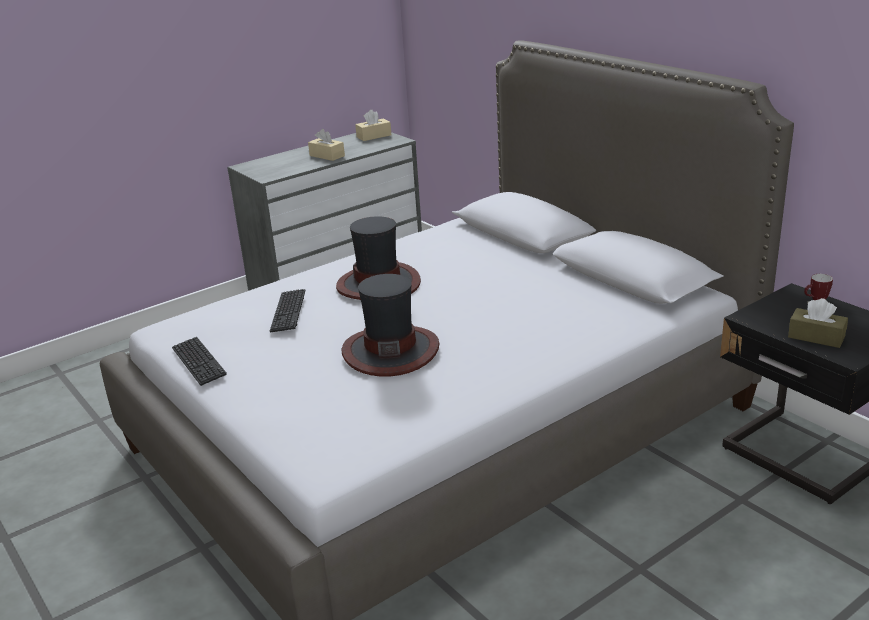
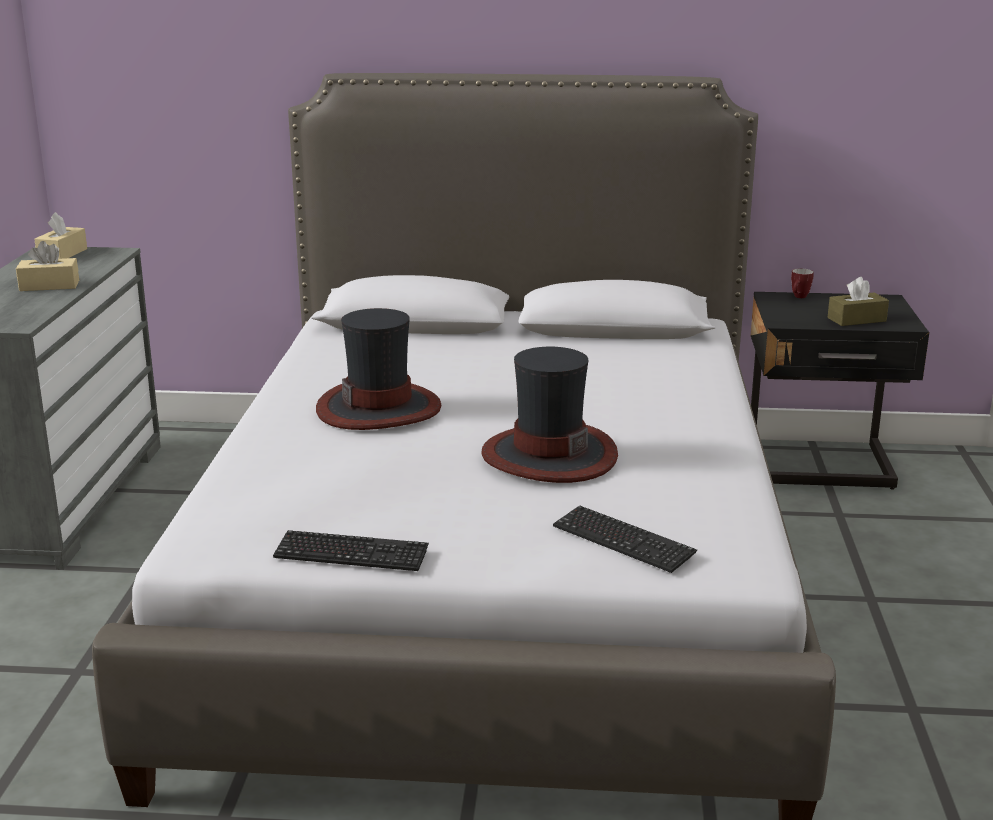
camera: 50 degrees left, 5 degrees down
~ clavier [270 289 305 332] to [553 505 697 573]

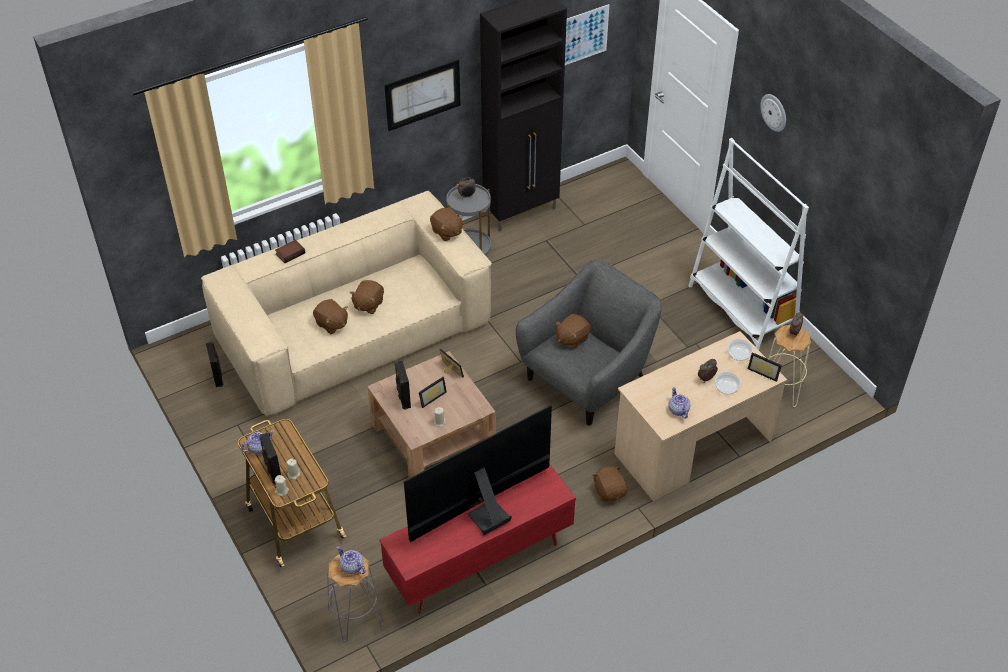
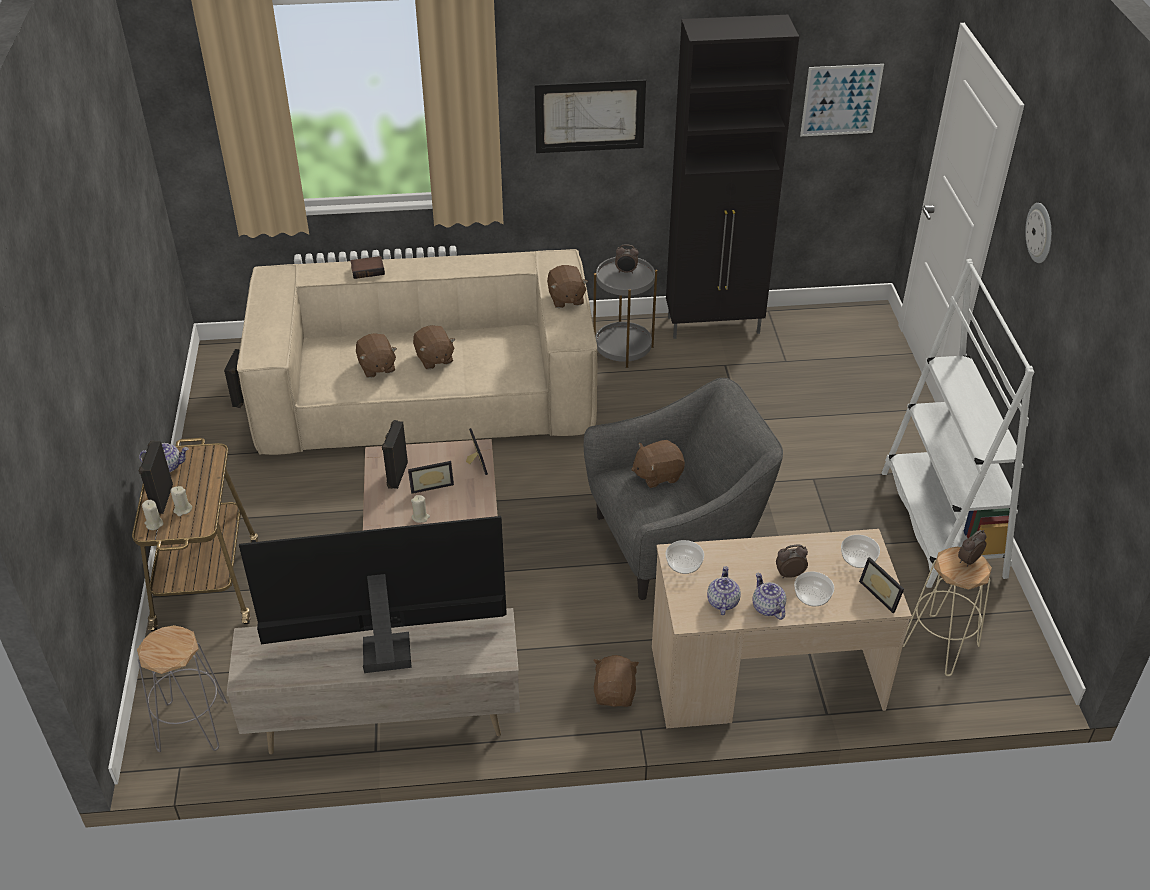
camera: 25 degrees right, 5 degrees down
~ peluche [marron] [350 280 384 314] = [413 325 455 369] 75 degrees counterclockwise
~ meuble télé [rouge] [379 464 576 613] to meuble télé [beige] [227 608 520 754]
~ théière [337 546 366 574] to [752 573 786 620]
+ bol [666 540 704 574]

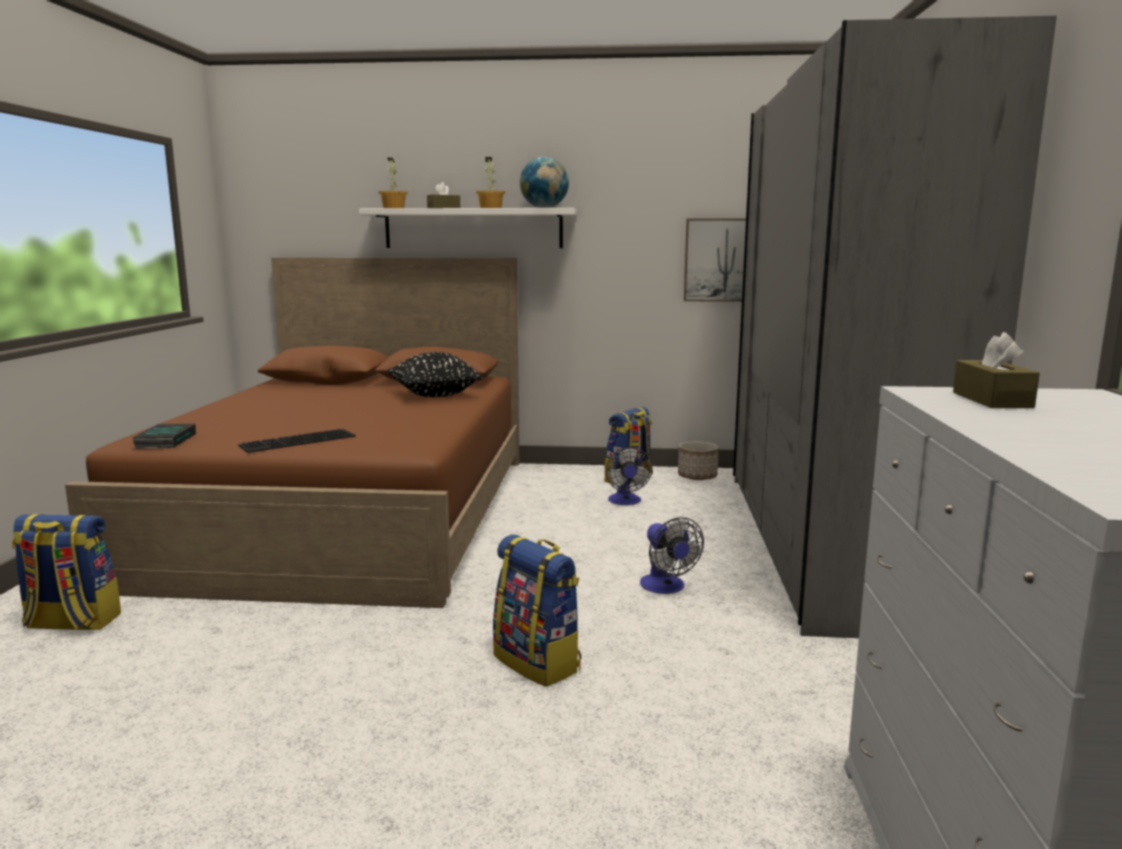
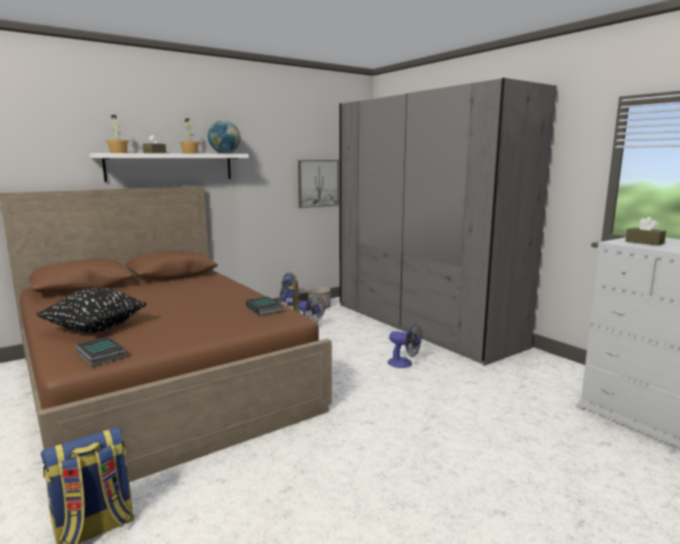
camera: 40 degrees left, 0 degrees up
~ coussin [noir] [388 352 483 397] to [36 288 147 333]
- clavier [238 429 356 453]
- sac à dos [493 535 581 687]
+ livre [246 297 283 316]

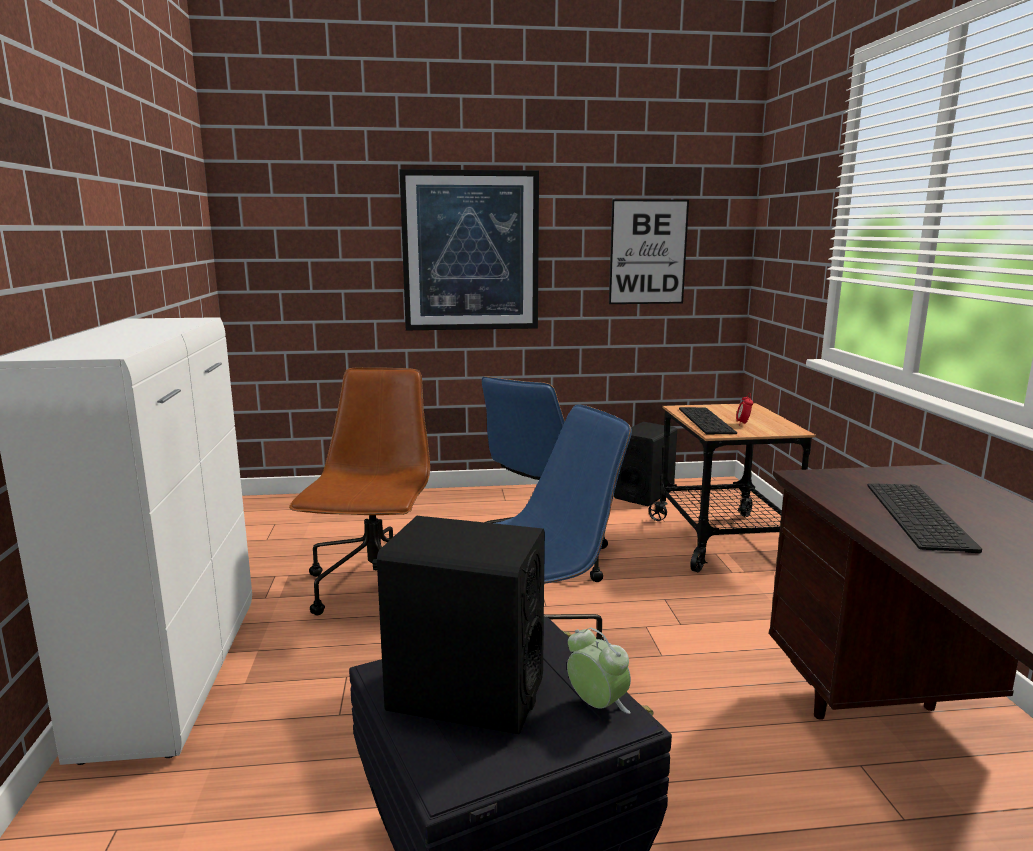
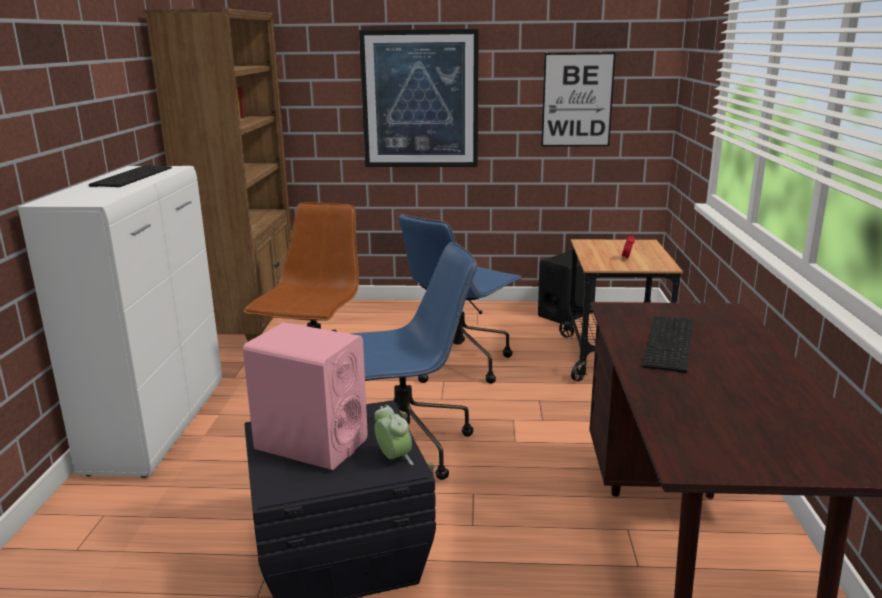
camera: 10 degrees right, 5 degrees up
~ clavier [679 407 737 435] to [89 165 172 187]
~ enceinte [noir] [372 516 545 734] to enceinte [rose] [243 322 368 470]
+ bibliothèque [marron] [144 8 291 342]

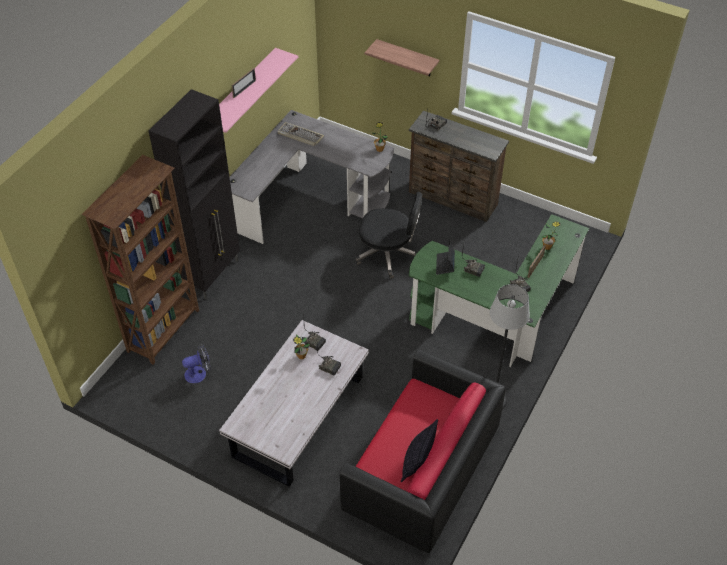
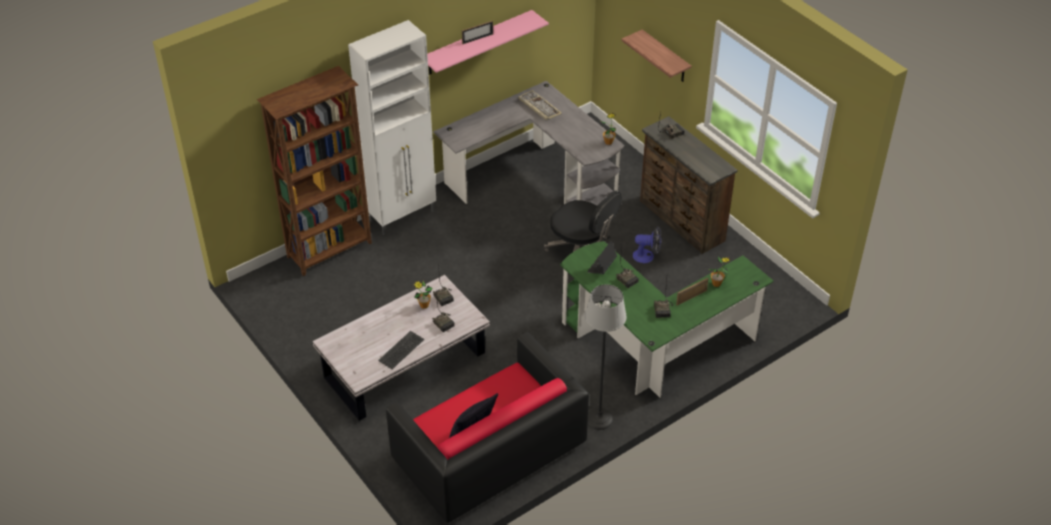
camera: 25 degrees right, 5 degrees down
~ meuble de rangement [noir] [148 89 240 299] to meuble de rangement [blanc] [348 20 436 235]
~ ventilateur [182 344 211 383] to [633 227 662 263]
+ clavier [378 331 424 369]

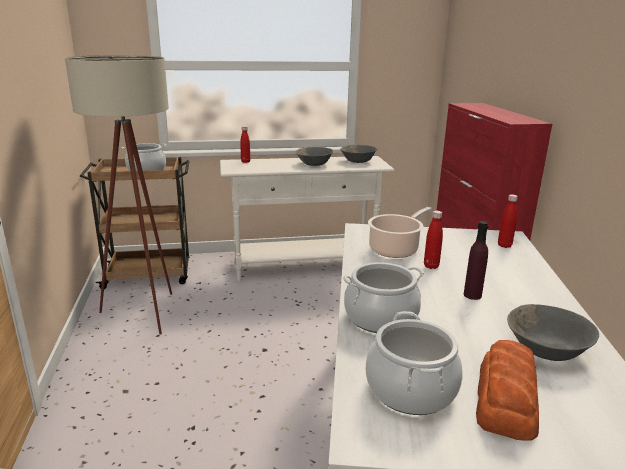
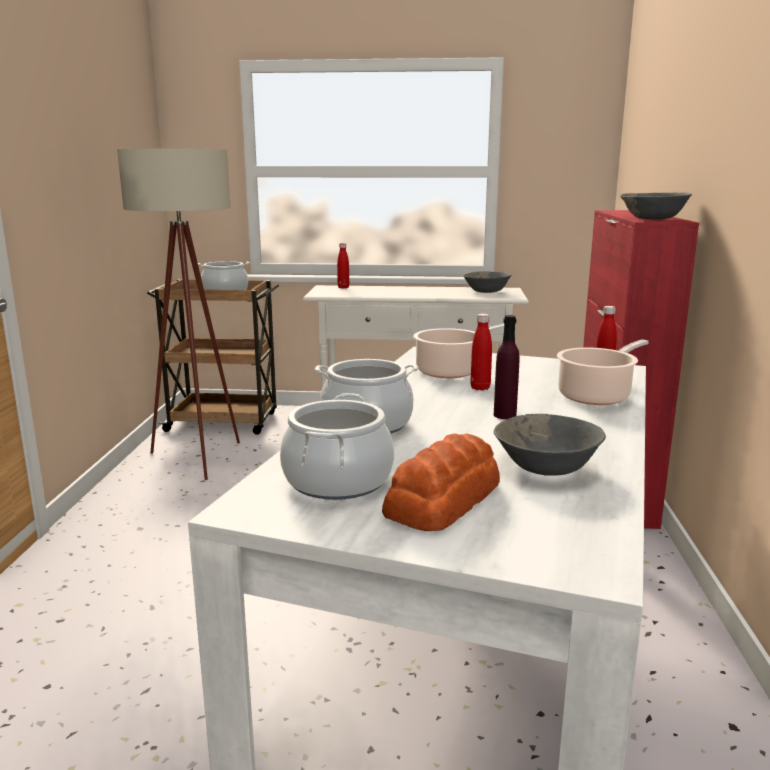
camera: 15 degrees right, 5 degrees down
~ bol [gris] [296 147 333 166] to [620 193 692 219]
+ marmite [557 339 649 405]

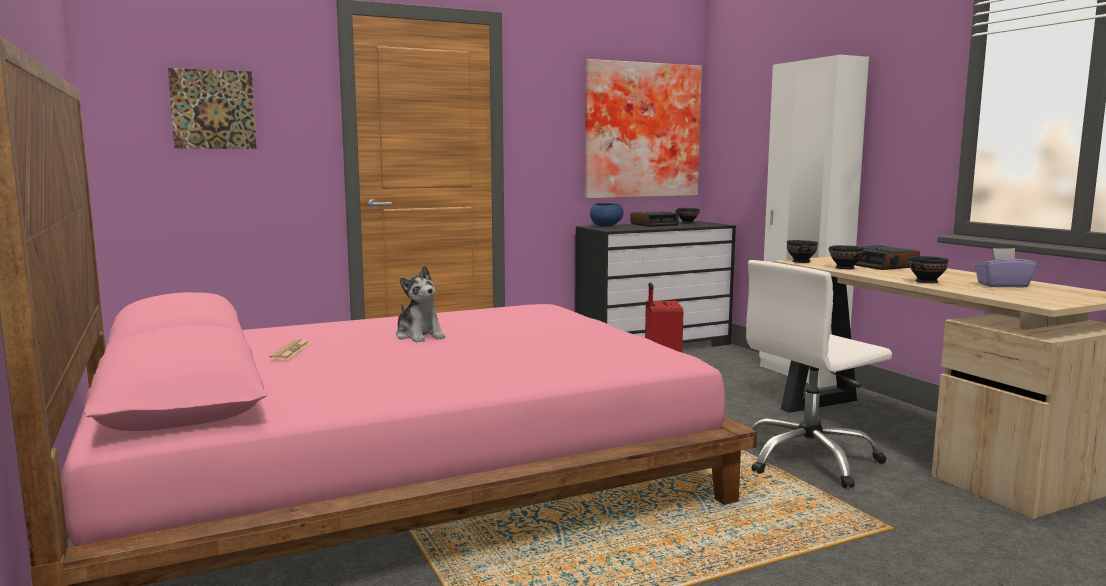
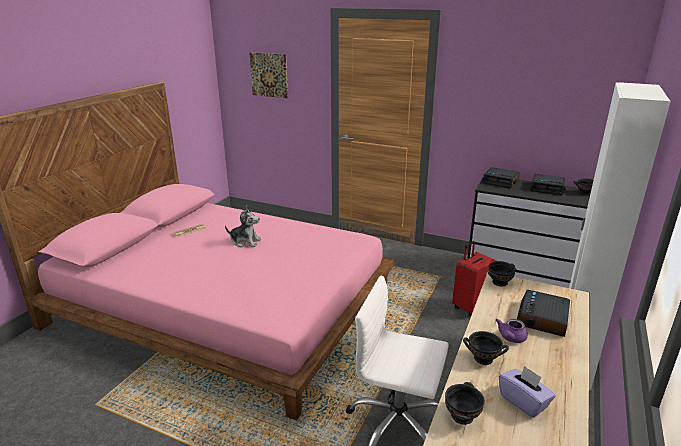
camera: 50 degrees right, 15 degrees up
- tableau [585 59 702 198]
~ bol [bleu] [590 203 623 227] to réveil [482 167 520 188]
~ bol [noir] [828 245 866 269] to [445 382 485 425]
~ peluche [396 265 446 342] = [225 205 261 247] 90 degrees counterclockwise
+ théière [violet] [496 319 528 343]

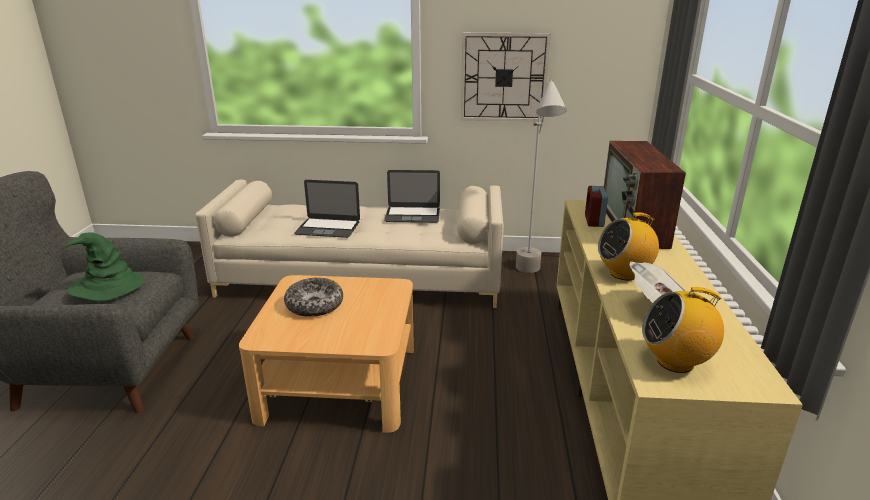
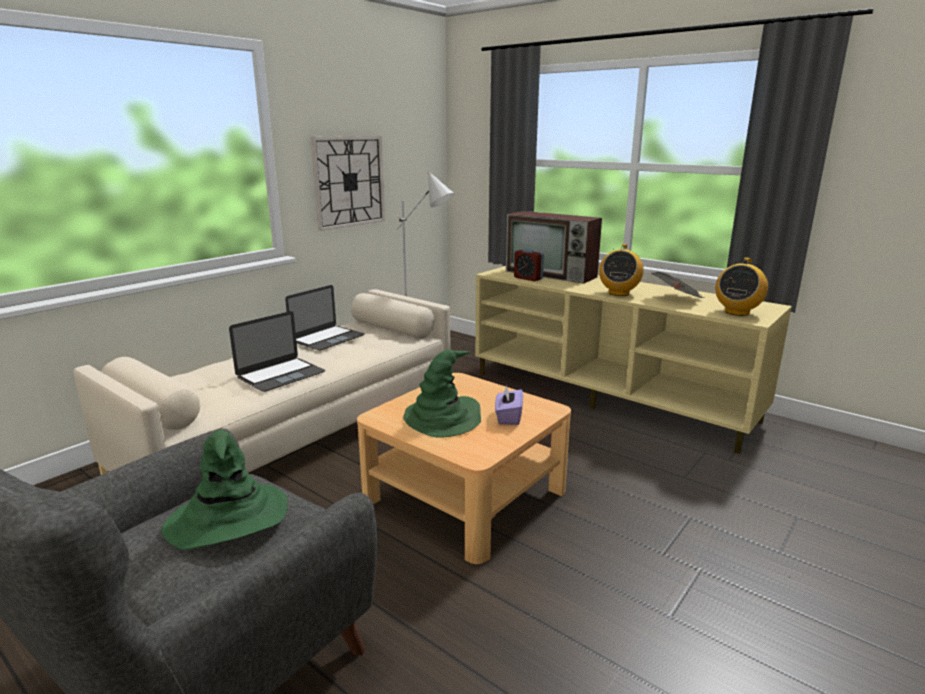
camera: 55 degrees left, 5 degrees down
~ bol [284 278 343 317] to chapeau [vert] [403 349 481 438]
+ boîte à mouchoirs [violet] [495 385 523 425]

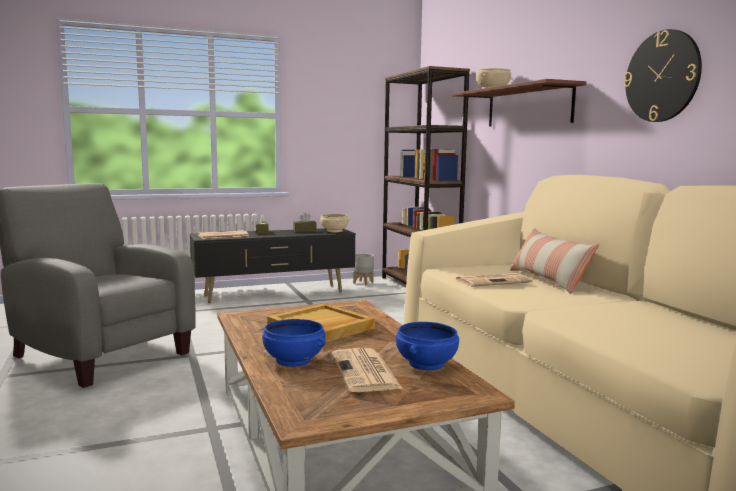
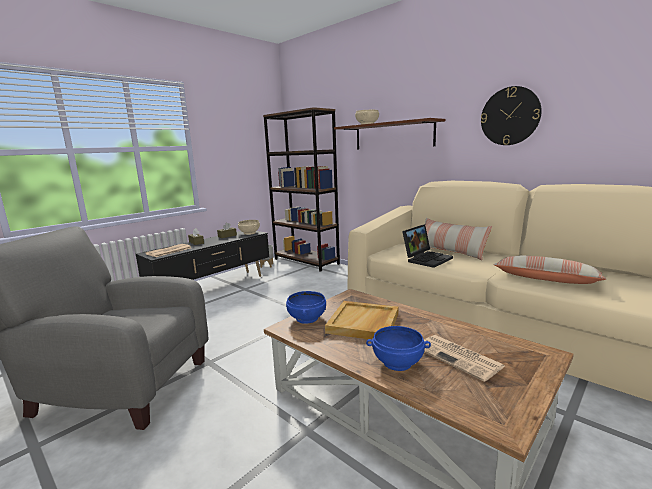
camera: 25 degrees left, 5 degrees up
~ journal [456 273 532 287] to ordinateur portable [402 224 453 268]
~ bol [bleu] [396 322 459 370] to [286 291 326 324]
+ coussin [493 255 606 284]

